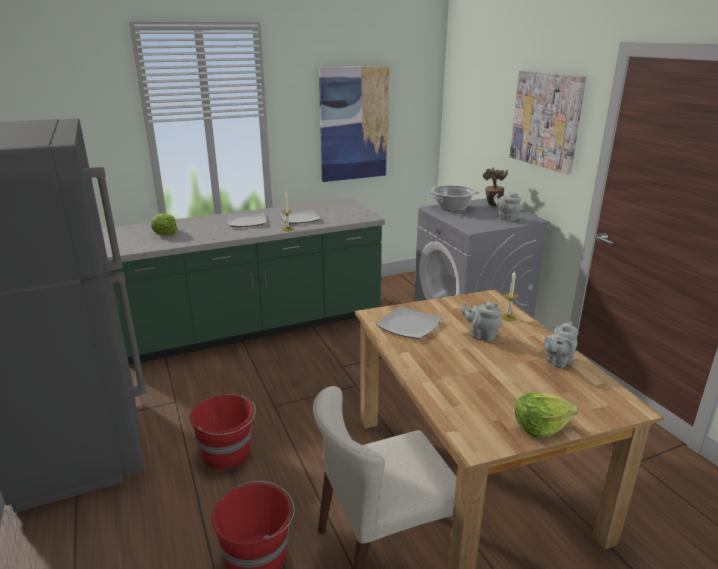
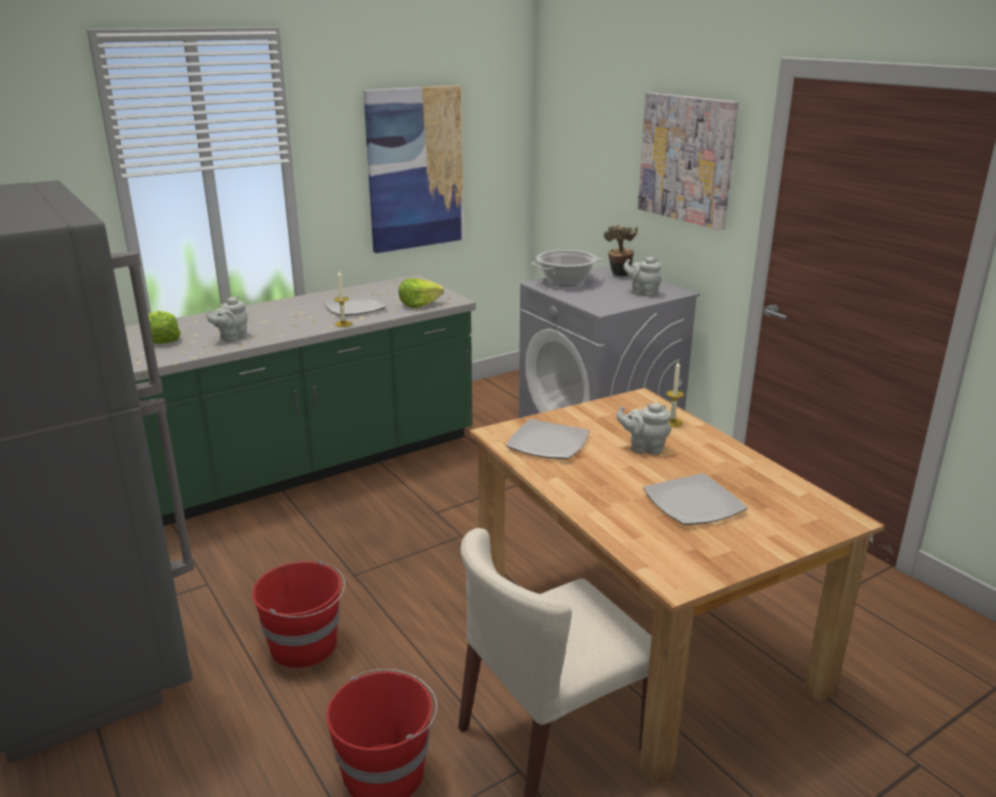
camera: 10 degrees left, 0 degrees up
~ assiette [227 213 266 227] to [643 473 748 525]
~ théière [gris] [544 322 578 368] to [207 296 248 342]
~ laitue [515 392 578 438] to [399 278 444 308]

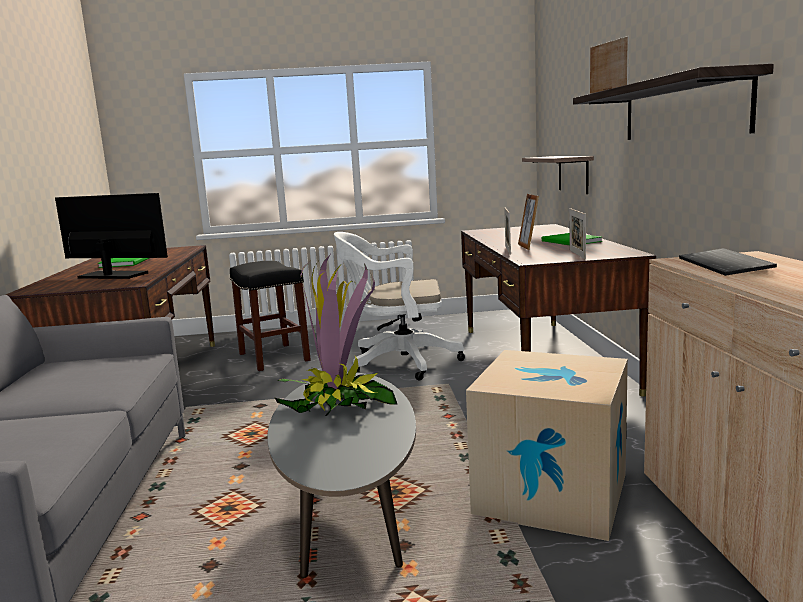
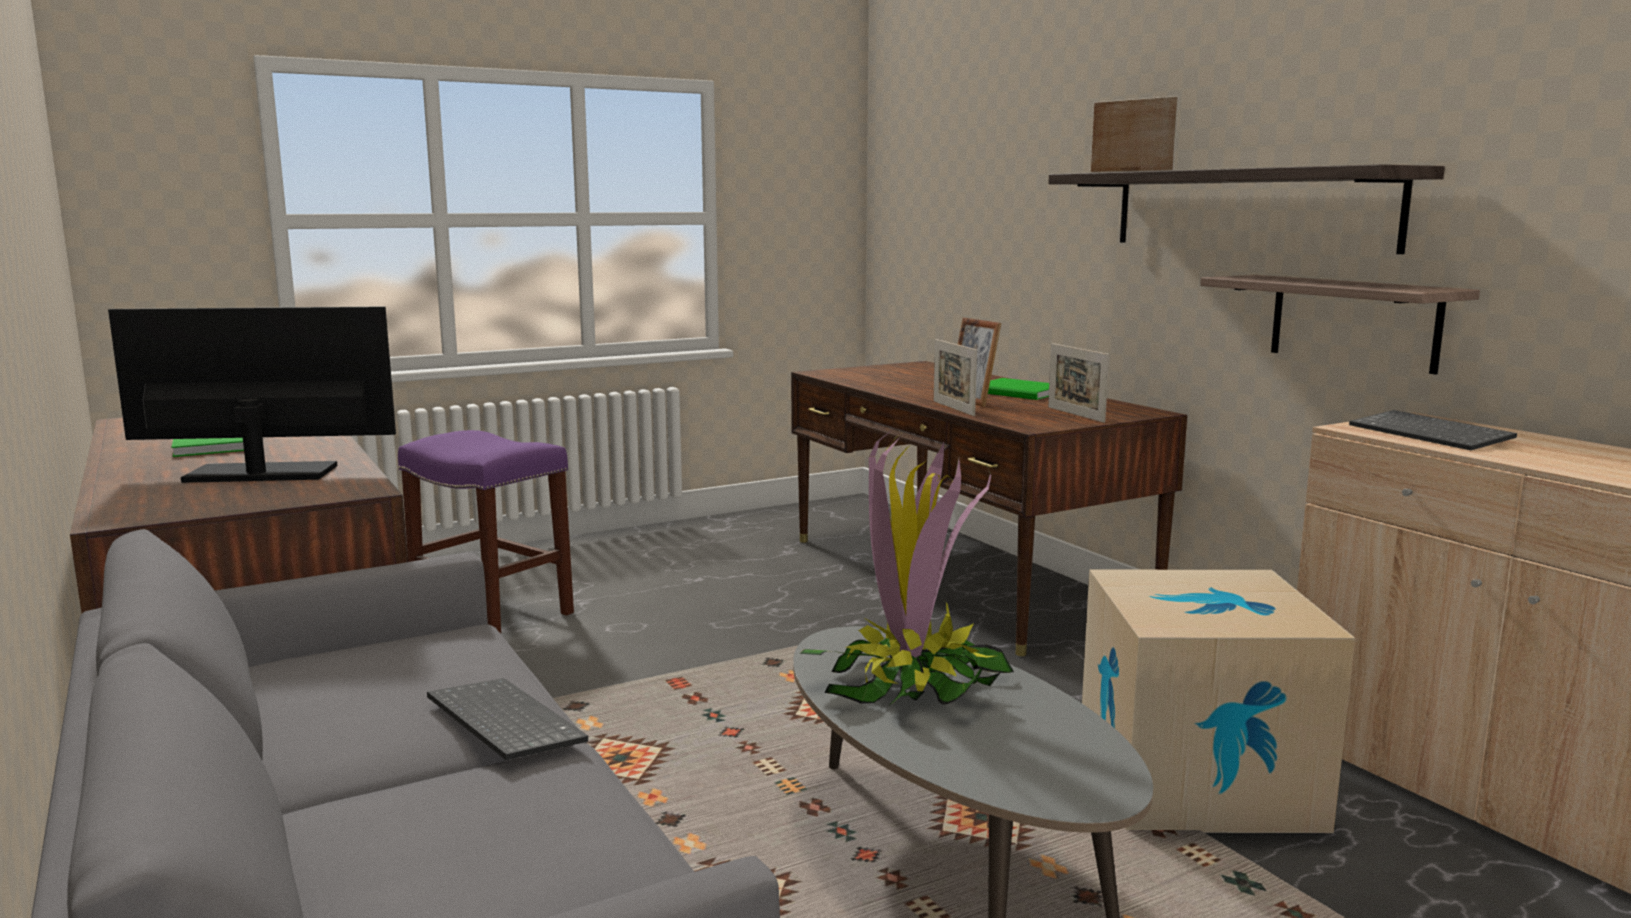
camera: 25 degrees left, 0 degrees up
~ étagère [522 156 594 194] to [1200 275 1480 375]
- chaise de bureau [blanc] [334 232 465 381]
~ tabouret [noir] [230 261 311 371] to tabouret [violet] [398 430 574 633]
+ clavier [427 678 588 760]

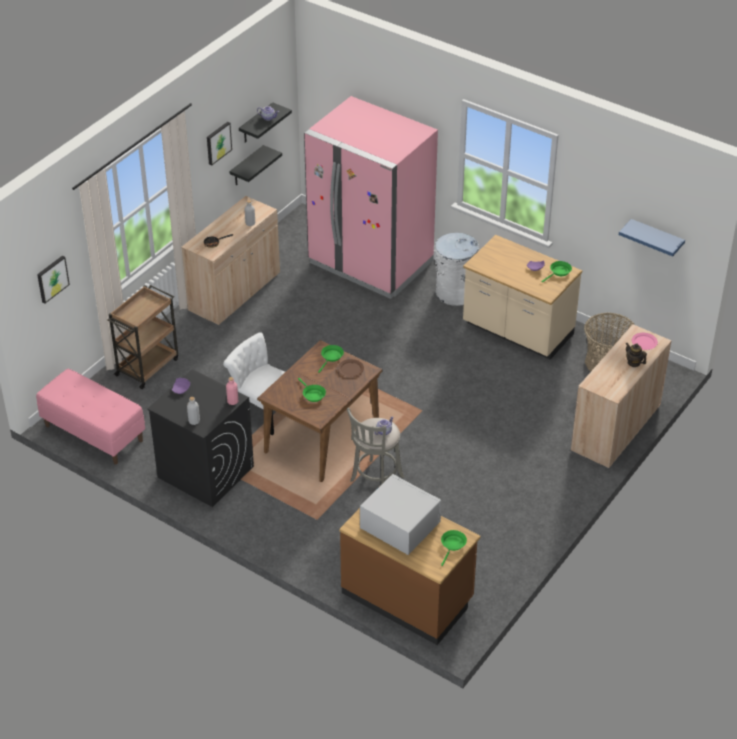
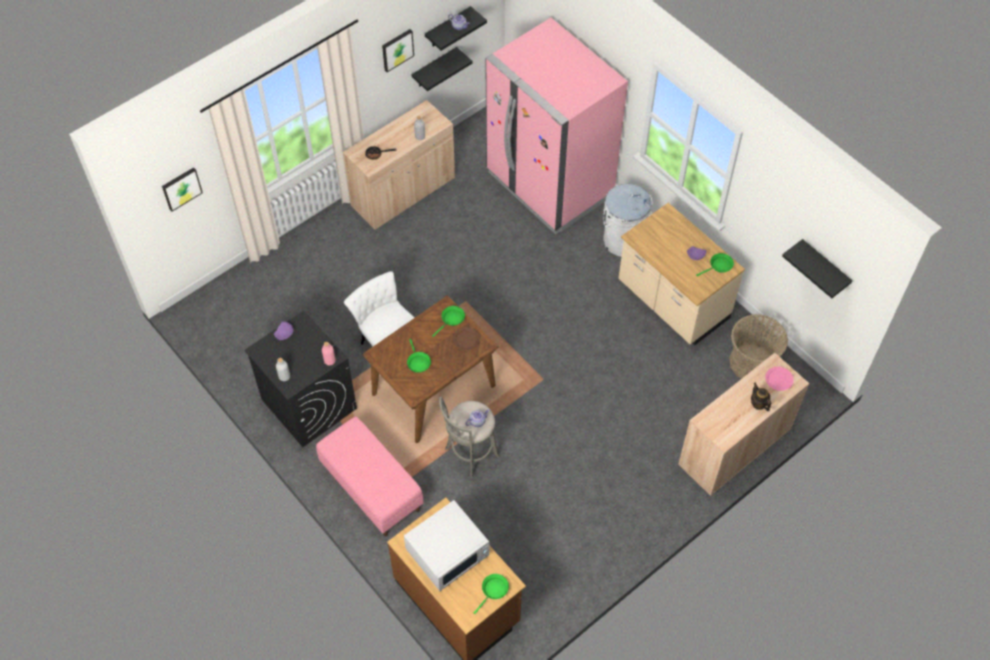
camera: 15 degrees right, 15 degrees up
~ étagère [bleu] [619 219 685 256] to étagère [noir] [782 239 852 298]
- chariot [marron] [107 285 178 389]
~ banc [rose] [36 369 145 465] to [316 416 424 536]
~ micro-ondes [blanc] [360 474 441 555] = [404 500 490 591] 90 degrees clockwise

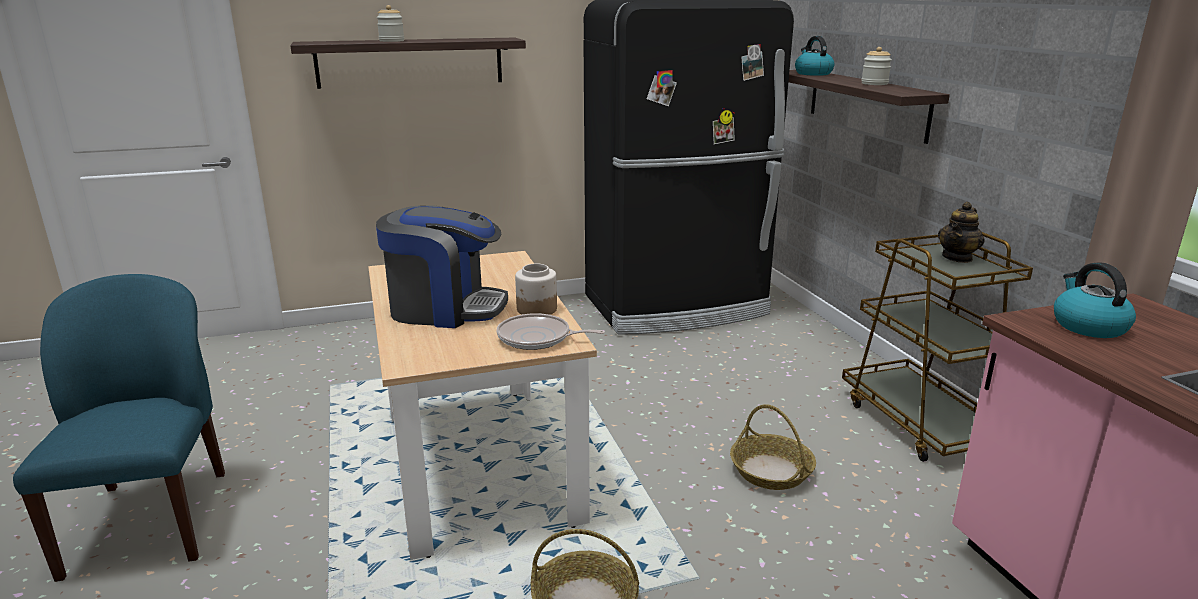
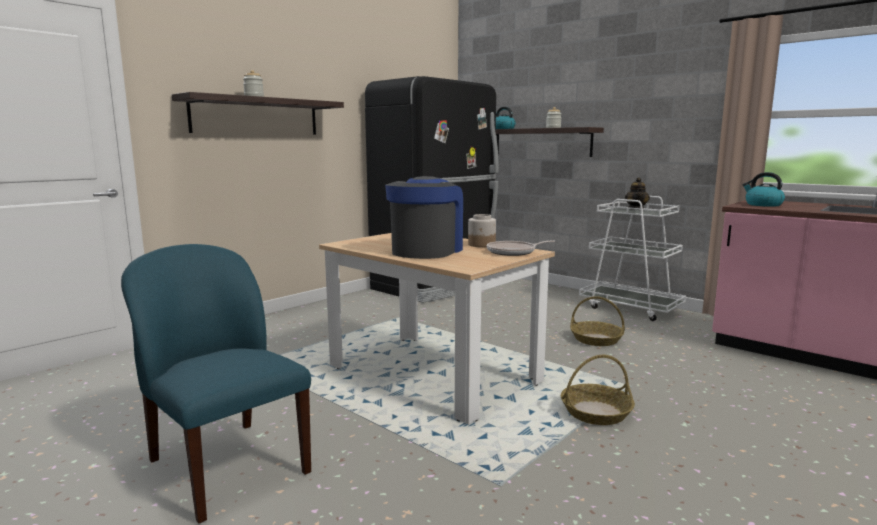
camera: 30 degrees left, 10 degrees down
~ machine à café [376 205 508 328] = [385 176 463 259] 45 degrees counterclockwise
~ chariot [marron] [842 232 1033 462] to chariot [blanc] [579 196 686 321]

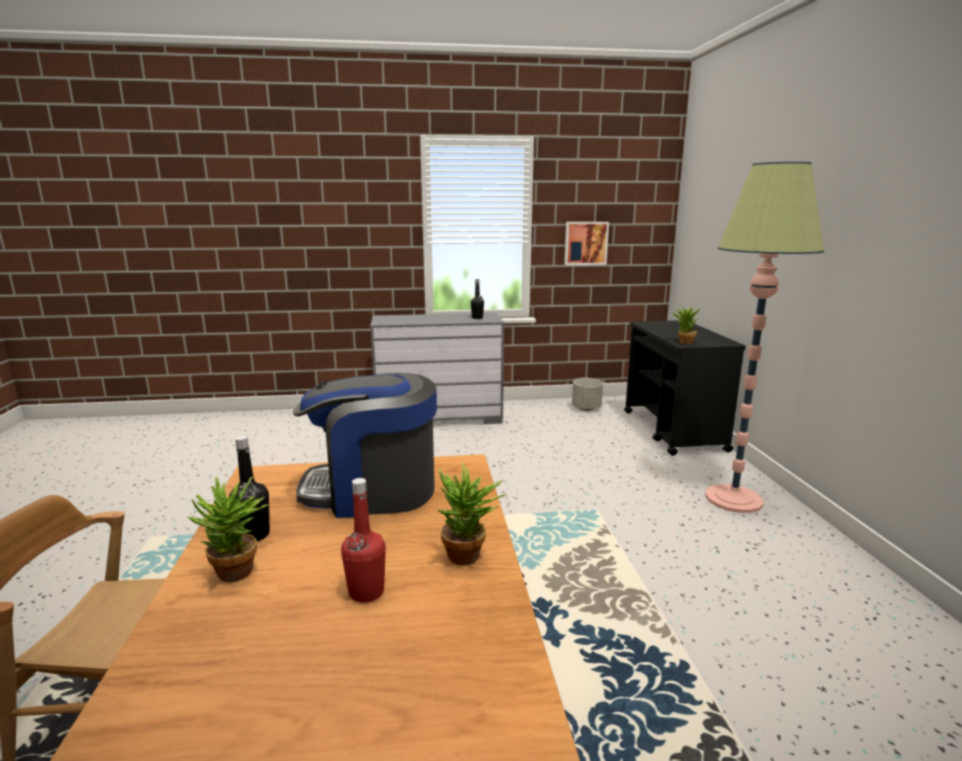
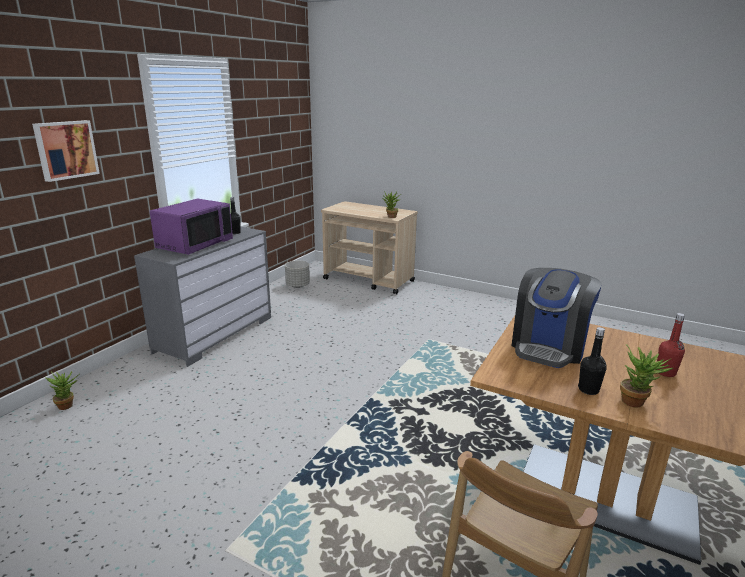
camera: 55 degrees left, 5 degrees up
- lampadaire [705 162 824 513]
~ tableau [564 222 609 265] to [32 120 100 182]
~ chariot [noir] [624 320 746 456] to chariot [beige] [321 201 418 294]
~ plante en pot [438 463 507 565] to [45 371 78 410]
+ micro-ondes [violet] [150 199 233 255]

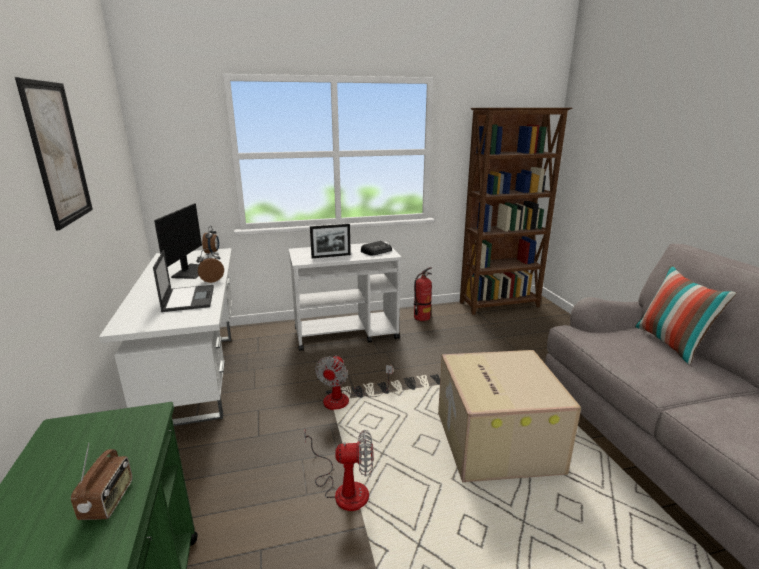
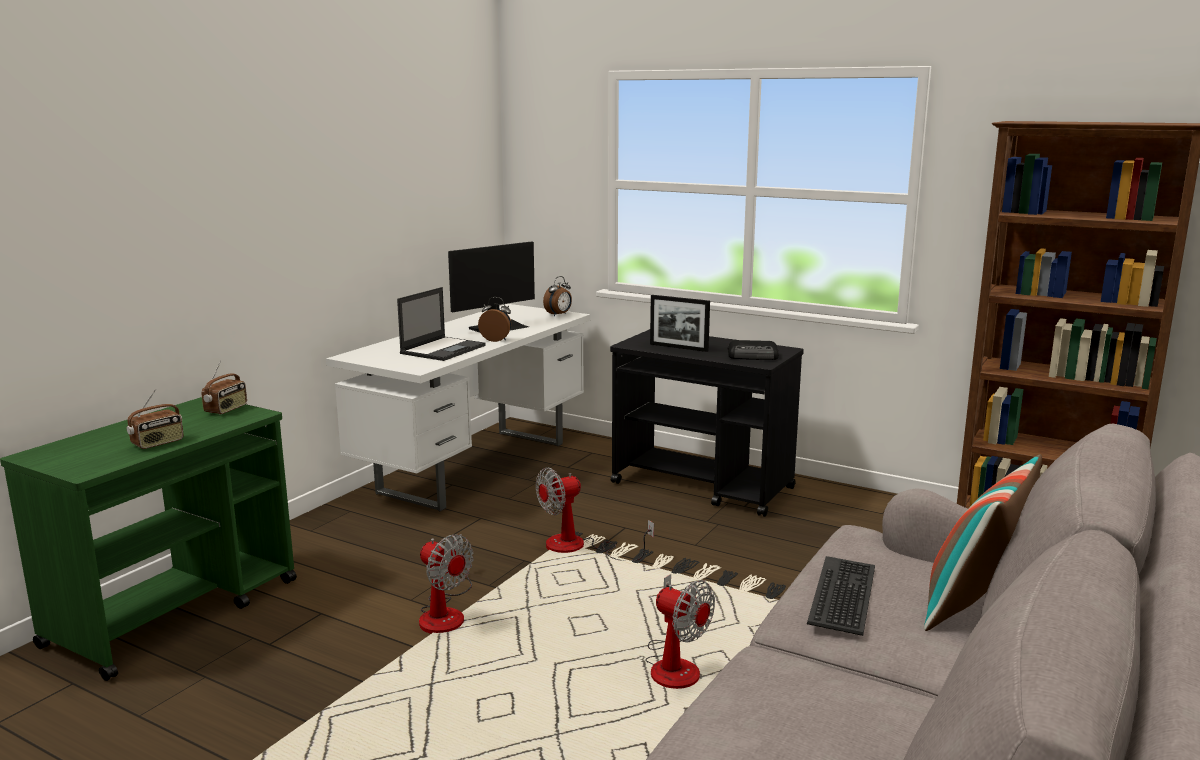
camera: 45 degrees right, 5 degrees down
- tableau [15 77 93 230]
~ chariot [blanc] [289 242 402 351] to chariot [noir] [610 329 804 517]
- extincteur [414 267 432 321]
~ carton [438 350 581 482] to ventilateur [645 574 715 689]
+ radio [201 361 247 414]
+ clavier [807 556 875 636]

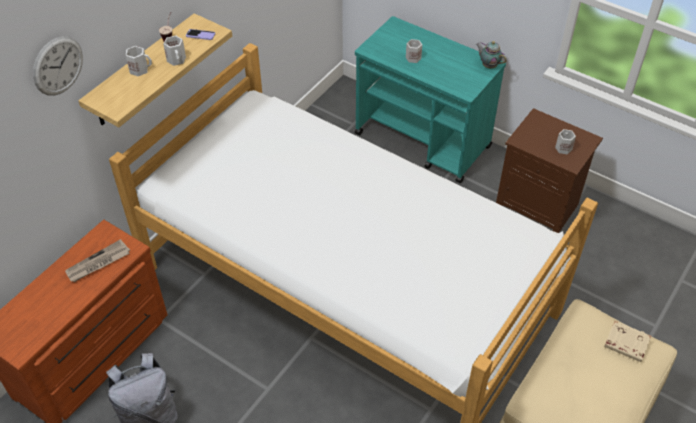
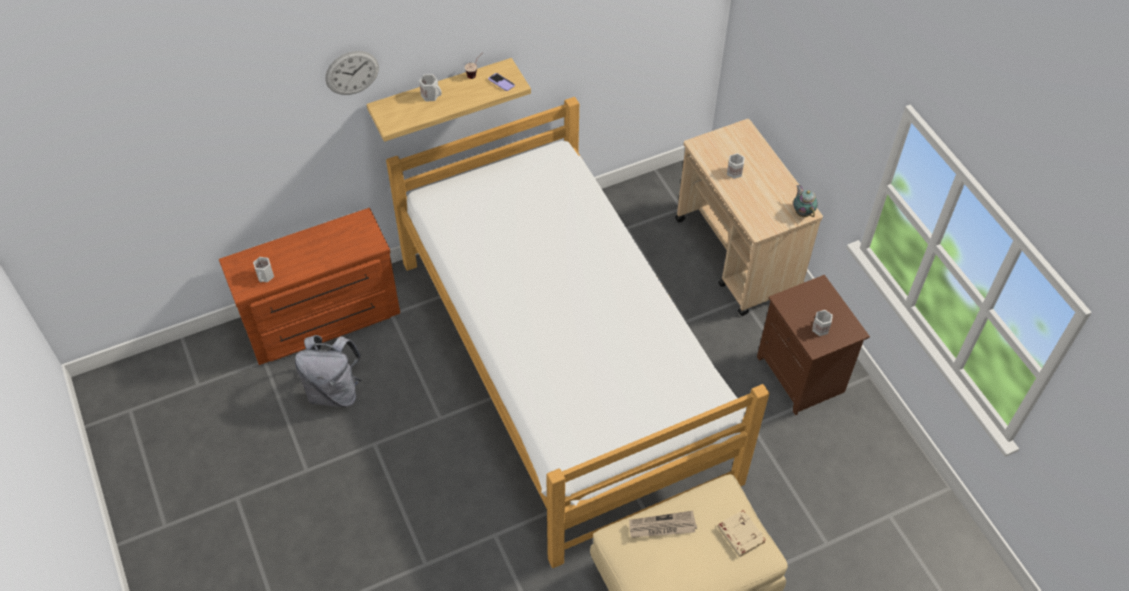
camera: 30 degrees right, 5 degrees up
~ chariot [turquoise] [355 16 506 184] to chariot [beige] [675 119 823 316]
~ mug [blanc] [163 36 186 66] to [253 257 274 282]
~ journal [65 239 130 282] to [629 511 697 538]

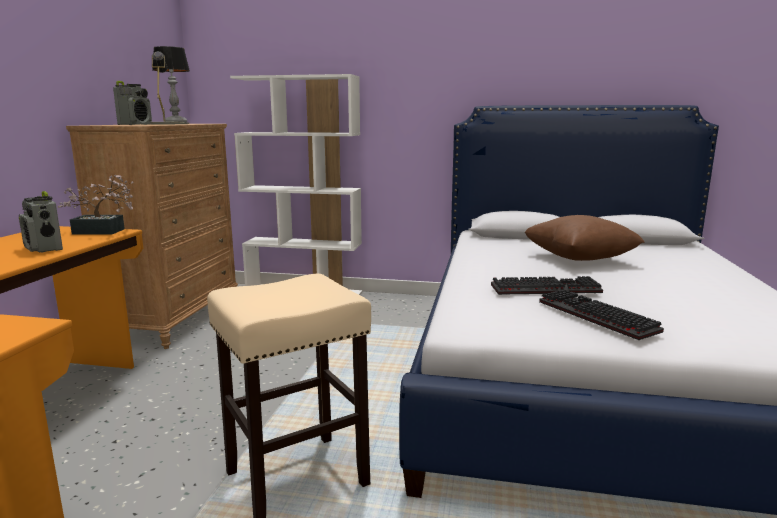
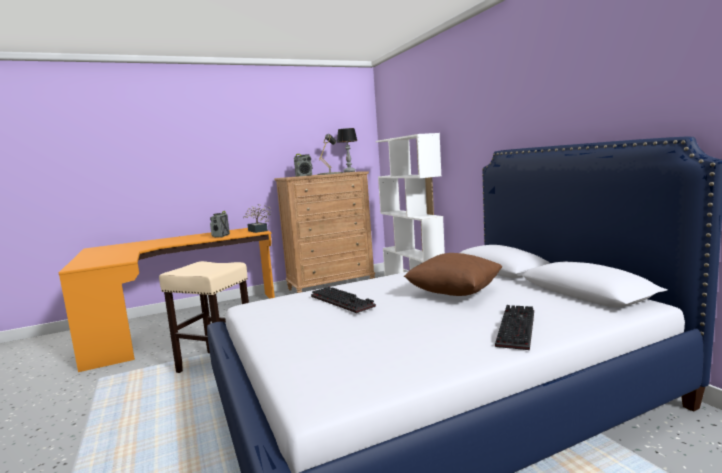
camera: 55 degrees right, 5 degrees down
~ clavier [539 290 664 340] to [495 305 534 350]

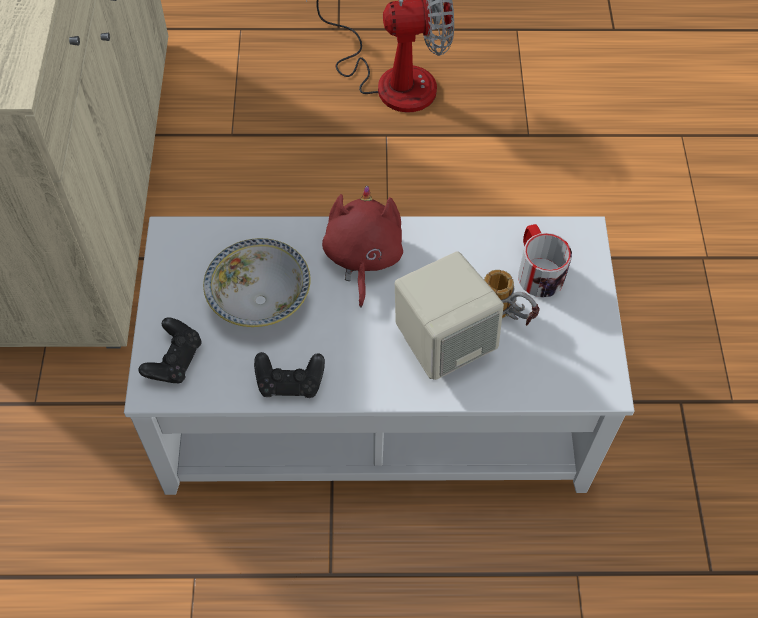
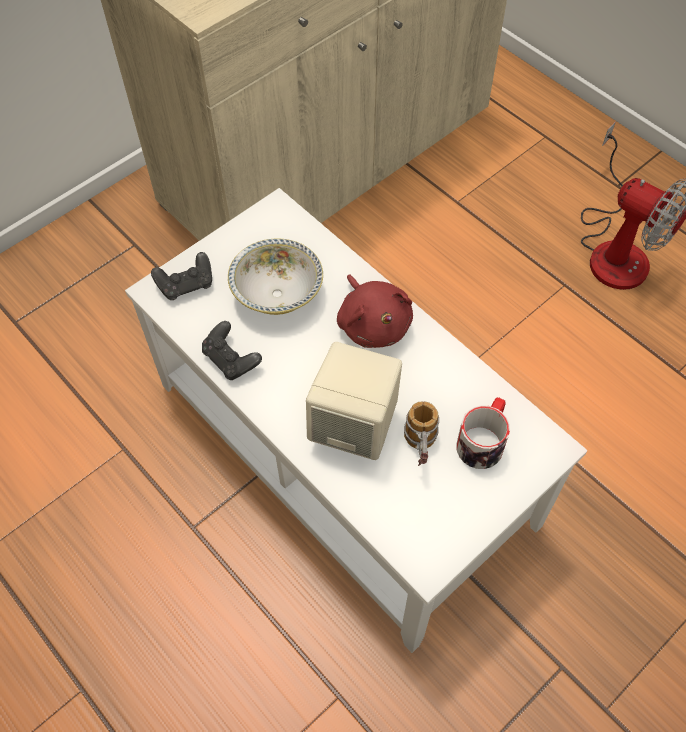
camera: 50 degrees right, 0 degrees up
~ peluche [rouge] [322 186 403 308] = [337 274 413 348] 105 degrees clockwise

